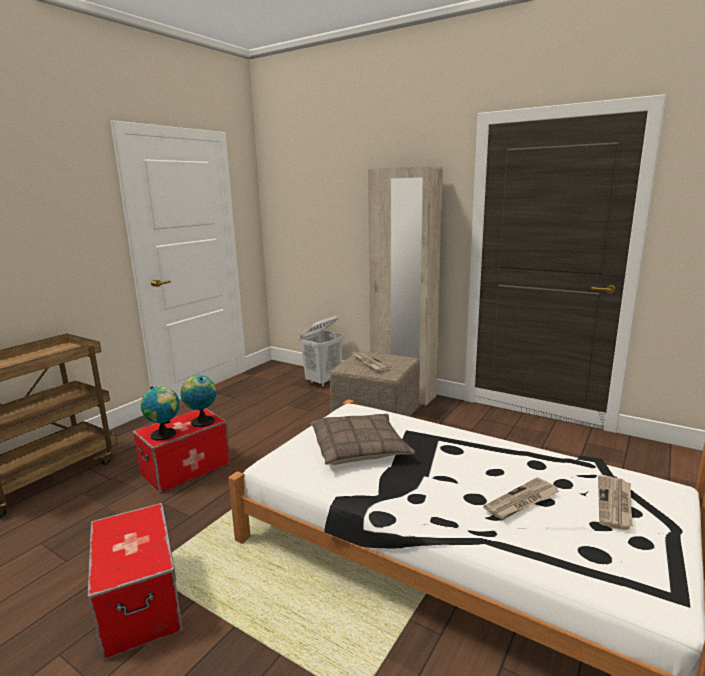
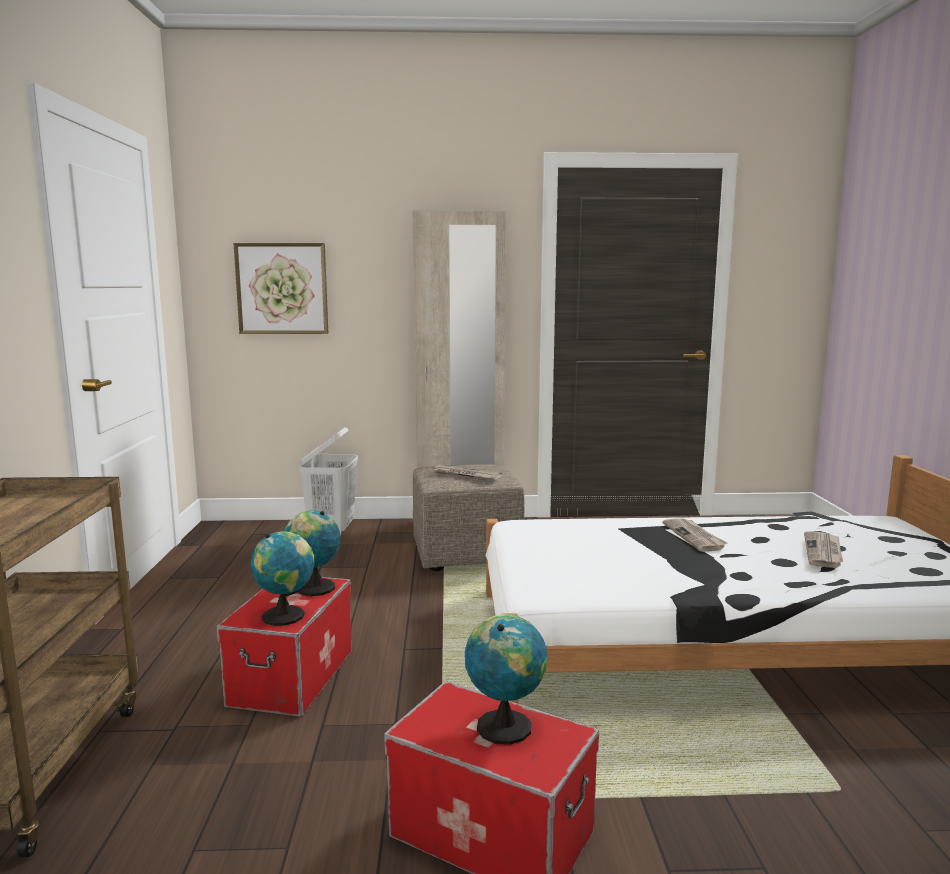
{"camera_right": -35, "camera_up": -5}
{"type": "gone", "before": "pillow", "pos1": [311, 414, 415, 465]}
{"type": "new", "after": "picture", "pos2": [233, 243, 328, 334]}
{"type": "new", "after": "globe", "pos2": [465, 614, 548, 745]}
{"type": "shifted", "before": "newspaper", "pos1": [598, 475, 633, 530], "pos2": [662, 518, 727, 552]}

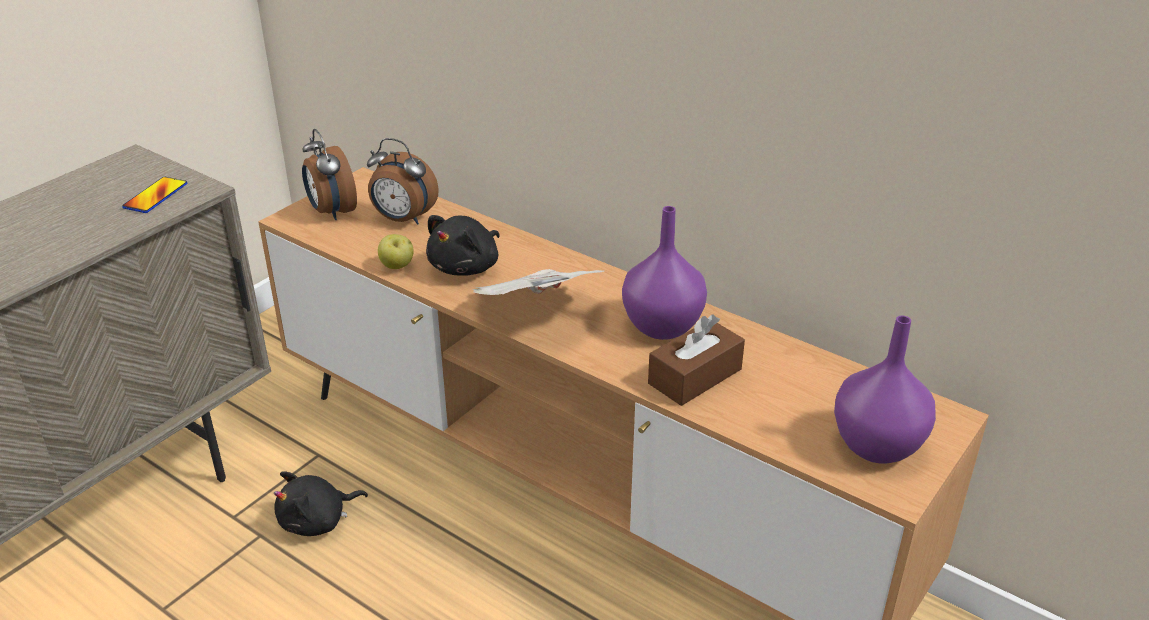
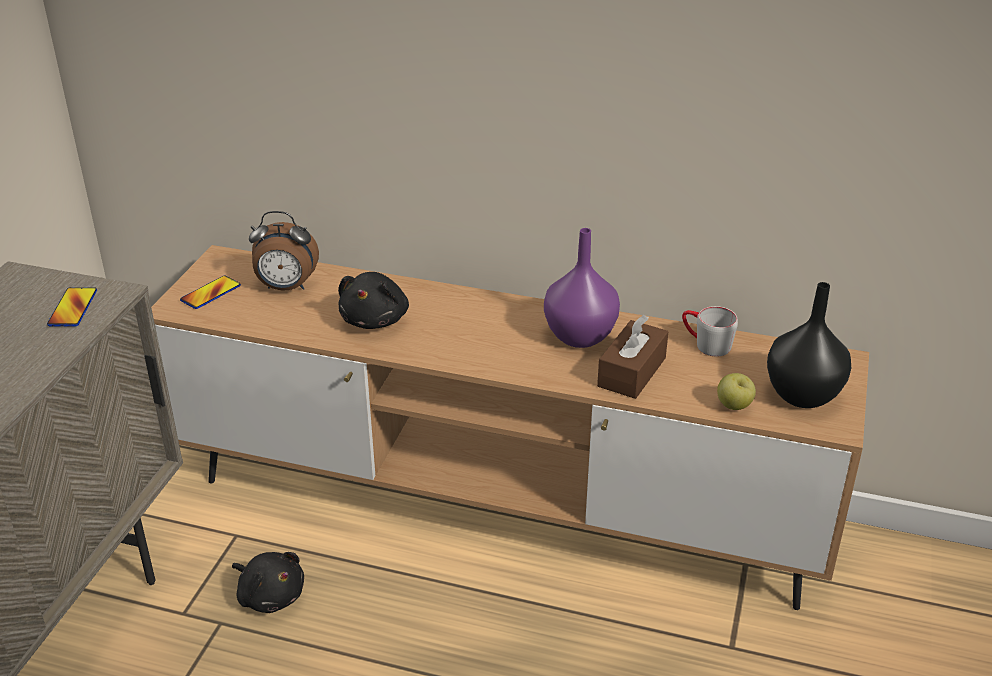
{"camera_right": -20, "camera_up": 0}
{"type": "gone", "before": "newspaper", "pos1": [473, 269, 603, 295]}
{"type": "new", "after": "grey mug", "pos2": [682, 306, 738, 356]}
{"type": "shifted", "before": "apple", "pos1": [378, 234, 414, 269], "pos2": [717, 373, 756, 410]}
{"type": "swapped", "before": "alarm clock", "after": "phone", "pos1": [302, 129, 357, 220], "pos2": [180, 276, 241, 309]}
{"type": "repainted", "before": "purple vase", "after": "black vase", "pos1": [834, 316, 936, 463], "pos2": [767, 282, 851, 408]}
{"type": "rotated", "before": "black plush toy", "pos1": [274, 471, 368, 536], "pos2": [232, 552, 304, 613], "turn": -90}

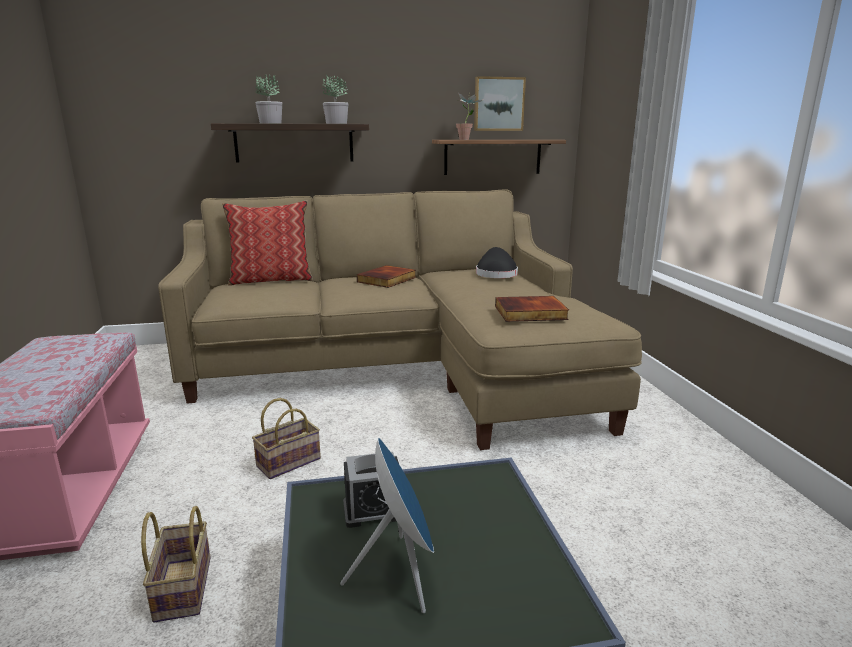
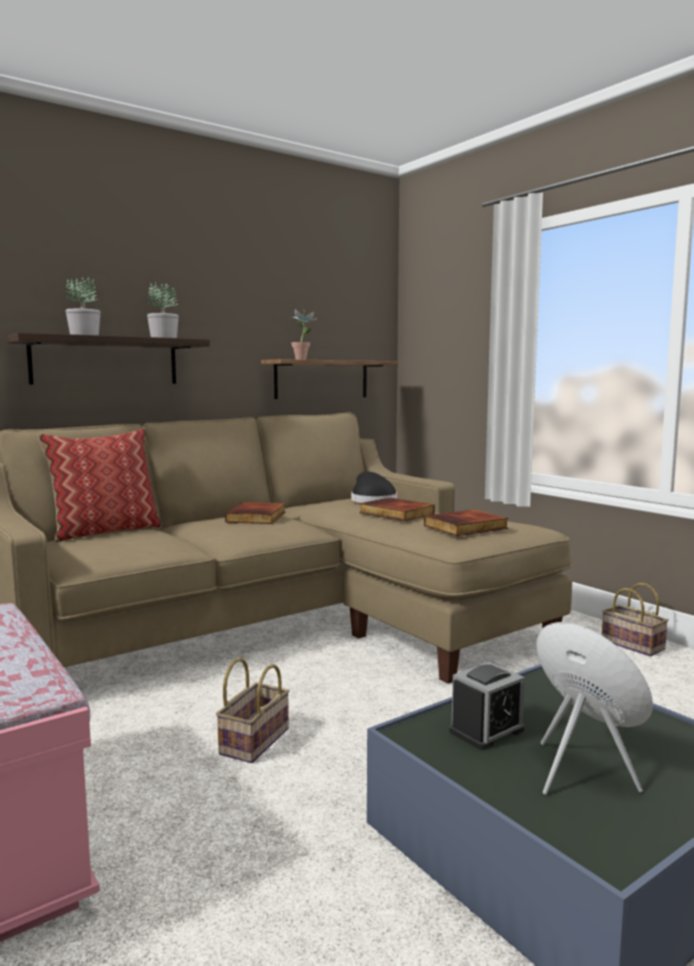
{"camera_right": -25, "camera_up": -10}
{"type": "gone", "before": "picture", "pos1": [474, 76, 526, 131]}
{"type": "new", "after": "book", "pos2": [359, 498, 435, 521]}
{"type": "shifted", "before": "basket", "pos1": [141, 506, 211, 623], "pos2": [602, 583, 668, 656]}

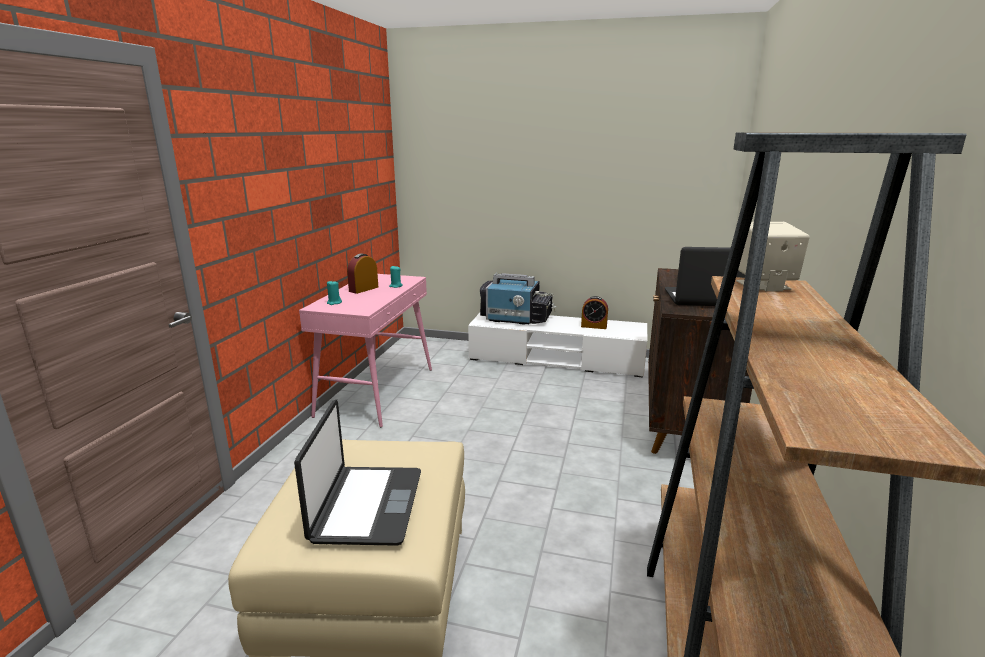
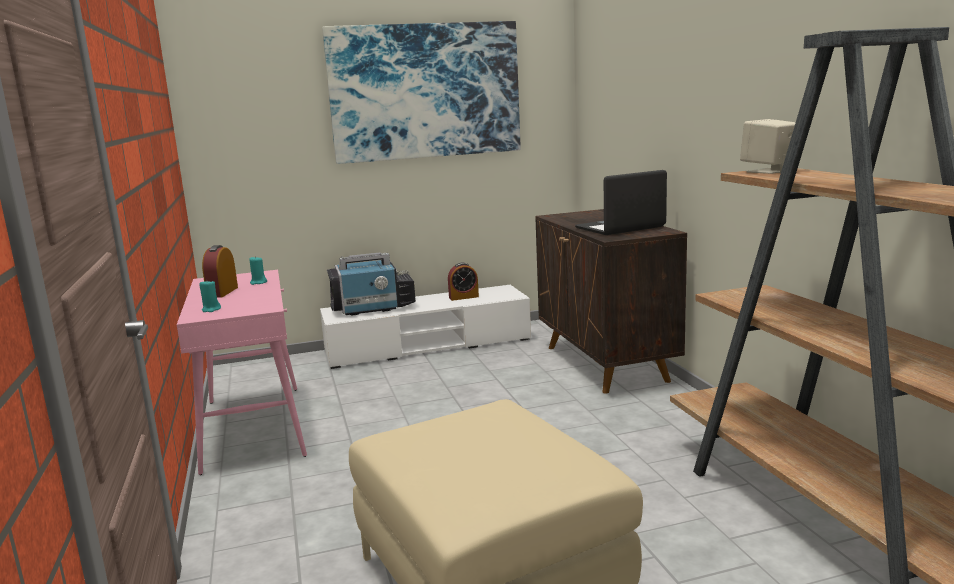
{"camera_right": -30, "camera_up": -5}
{"type": "gone", "before": "laptop", "pos1": [294, 400, 421, 546]}
{"type": "new", "after": "picture", "pos2": [322, 21, 521, 164]}

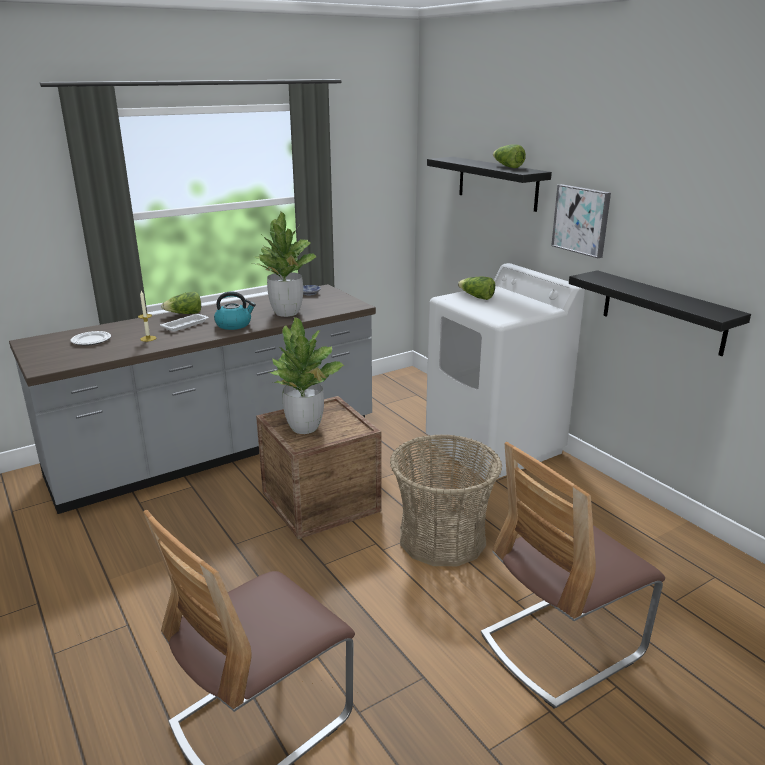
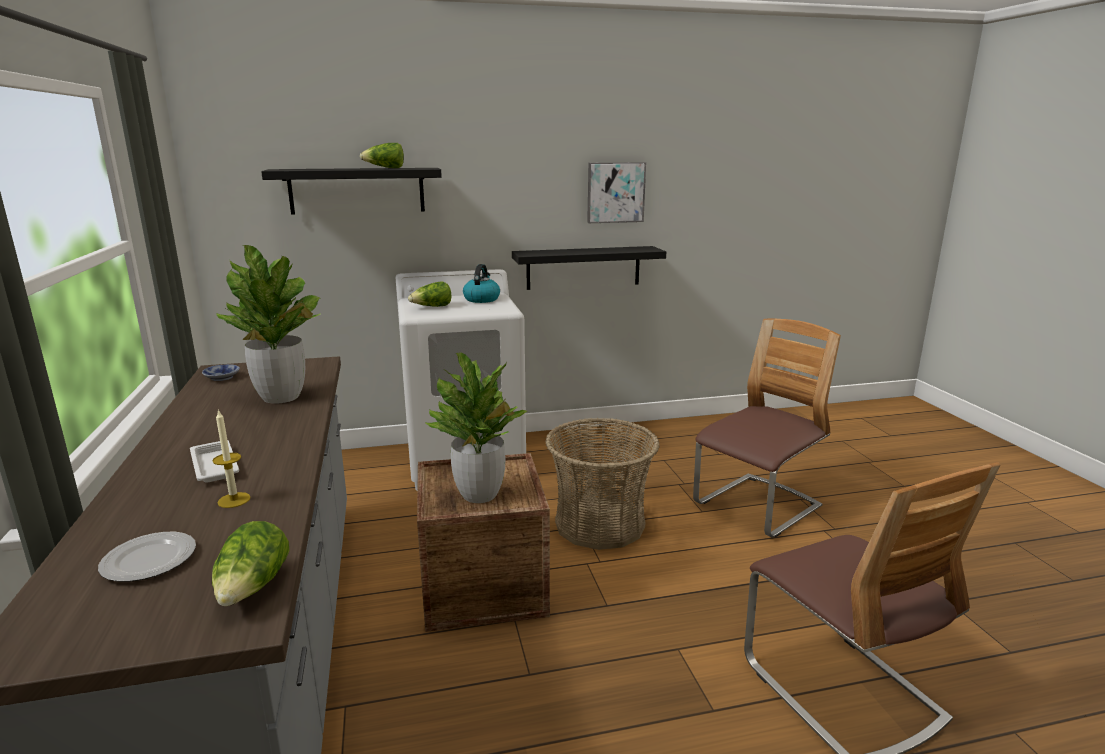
{"camera_right": -70, "camera_up": -5}
{"type": "shifted", "before": "lettuce", "pos1": [161, 292, 201, 314], "pos2": [212, 521, 289, 606]}
{"type": "shifted", "before": "kettle", "pos1": [214, 291, 256, 330], "pos2": [463, 264, 500, 303]}
{"type": "shifted", "before": "picture", "pos1": [551, 184, 611, 258], "pos2": [587, 162, 646, 223]}
{"type": "rotated", "before": "chair", "pos1": [481, 442, 665, 709], "pos2": [693, 319, 841, 538], "turn": -120}

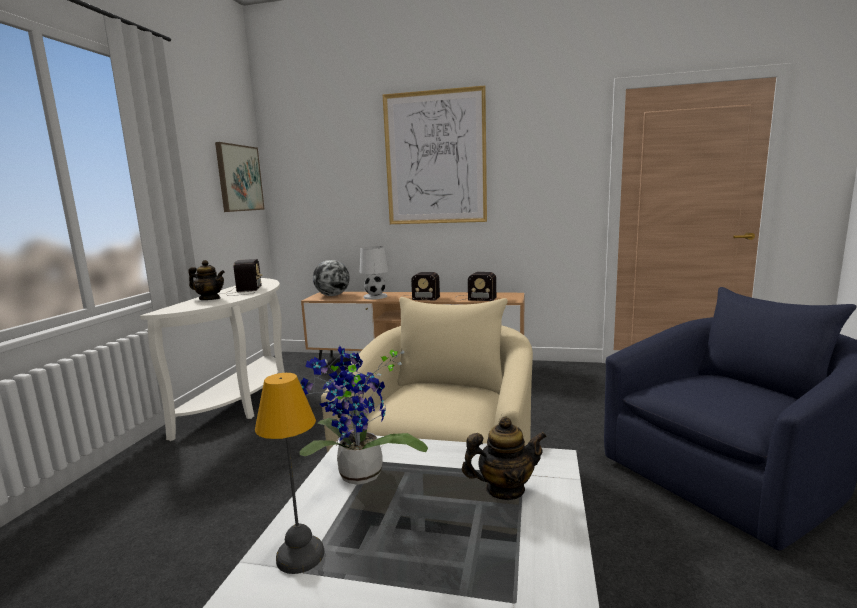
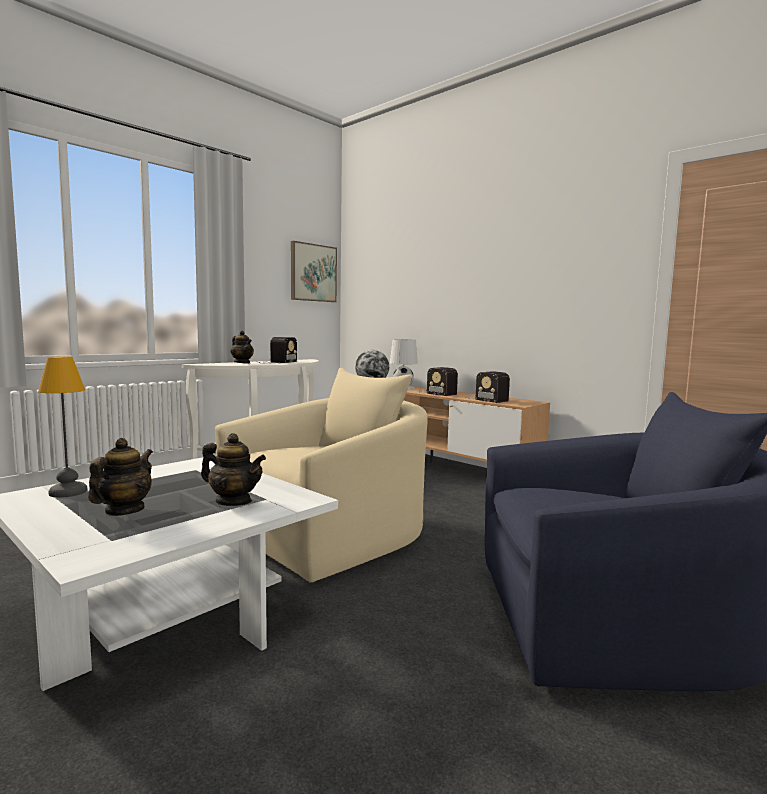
{"camera_right": 30, "camera_up": -5}
{"type": "gone", "before": "potted plant", "pos1": [300, 346, 428, 485]}
{"type": "gone", "before": "picture", "pos1": [382, 86, 487, 224]}
{"type": "new", "after": "teapot", "pos2": [88, 438, 153, 516]}

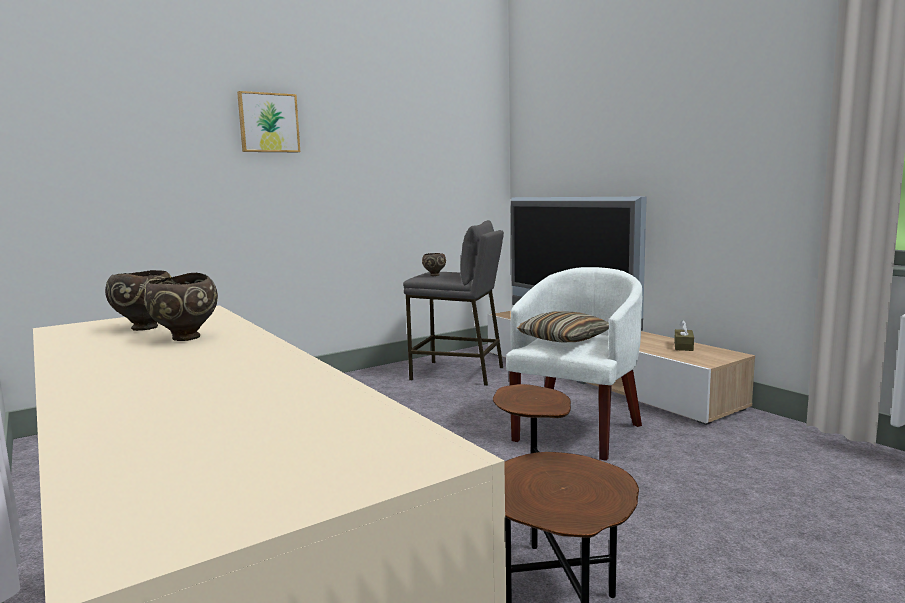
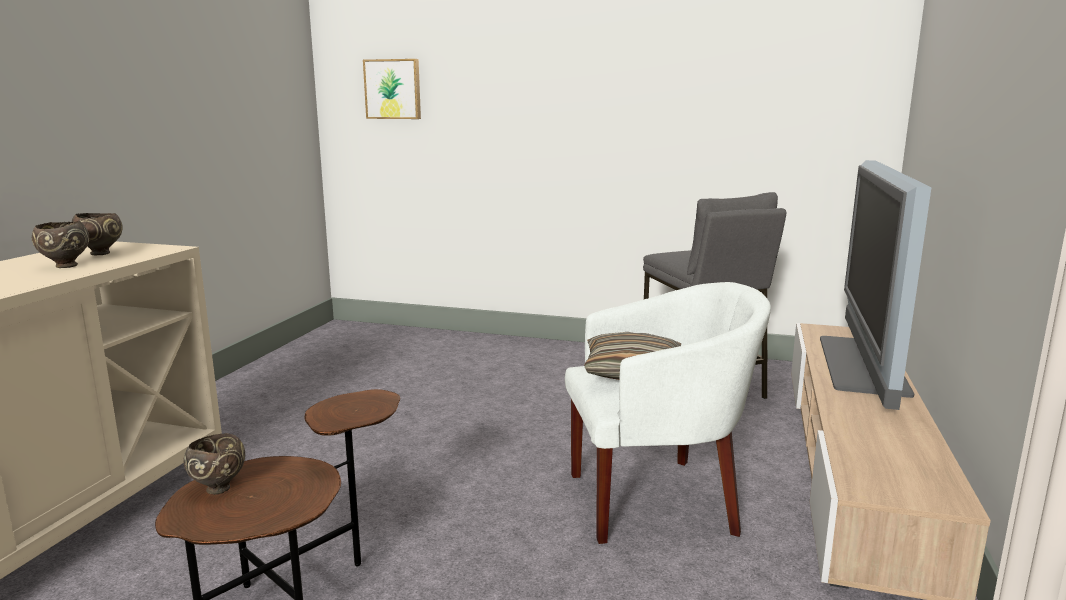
{"camera_right": 50, "camera_up": 5}
{"type": "gone", "before": "brown tissue box", "pos1": [674, 320, 694, 351]}
{"type": "shifted", "before": "picture", "pos1": [237, 91, 300, 152], "pos2": [363, 59, 421, 119]}
{"type": "shifted", "before": "brown bowl", "pos1": [422, 253, 446, 276], "pos2": [184, 433, 245, 495]}

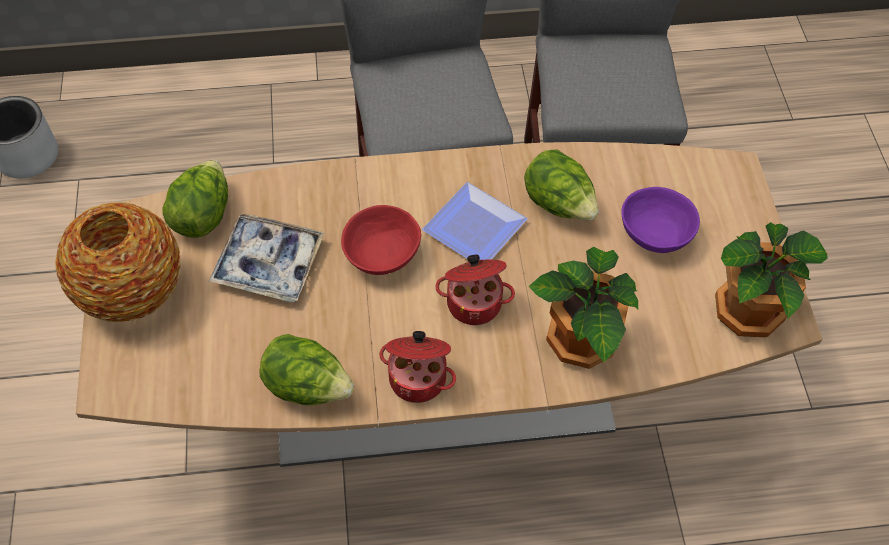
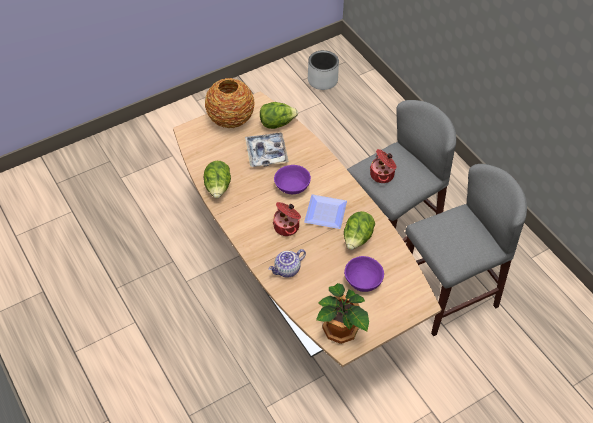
{"camera_right": 65, "camera_up": -5}
{"type": "shifted", "before": "cooking pot", "pos1": [380, 331, 456, 403], "pos2": [370, 149, 397, 183]}
{"type": "swapped", "before": "potted plant", "after": "teapot", "pos1": [529, 247, 638, 369], "pos2": [268, 249, 306, 278]}
{"type": "repainted", "before": "red bowl", "after": "purple bowl", "pos1": [341, 205, 421, 275], "pos2": [274, 165, 311, 194]}

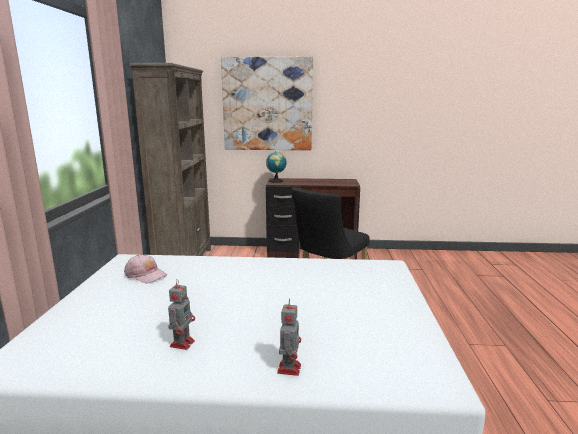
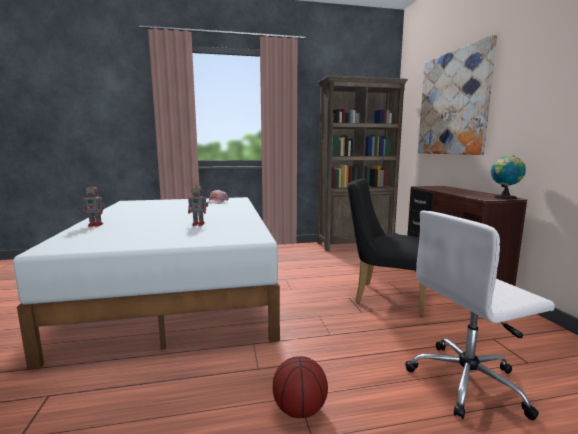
{"camera_right": 75, "camera_up": -5}
{"type": "new", "after": "basketball", "pos2": [273, 356, 328, 418]}
{"type": "new", "after": "white office chair", "pos2": [405, 211, 555, 420]}
{"type": "shifted", "before": "toy robot", "pos1": [168, 279, 195, 350], "pos2": [188, 182, 208, 226]}
{"type": "shifted", "before": "globe", "pos1": [266, 151, 287, 183], "pos2": [491, 155, 526, 199]}

